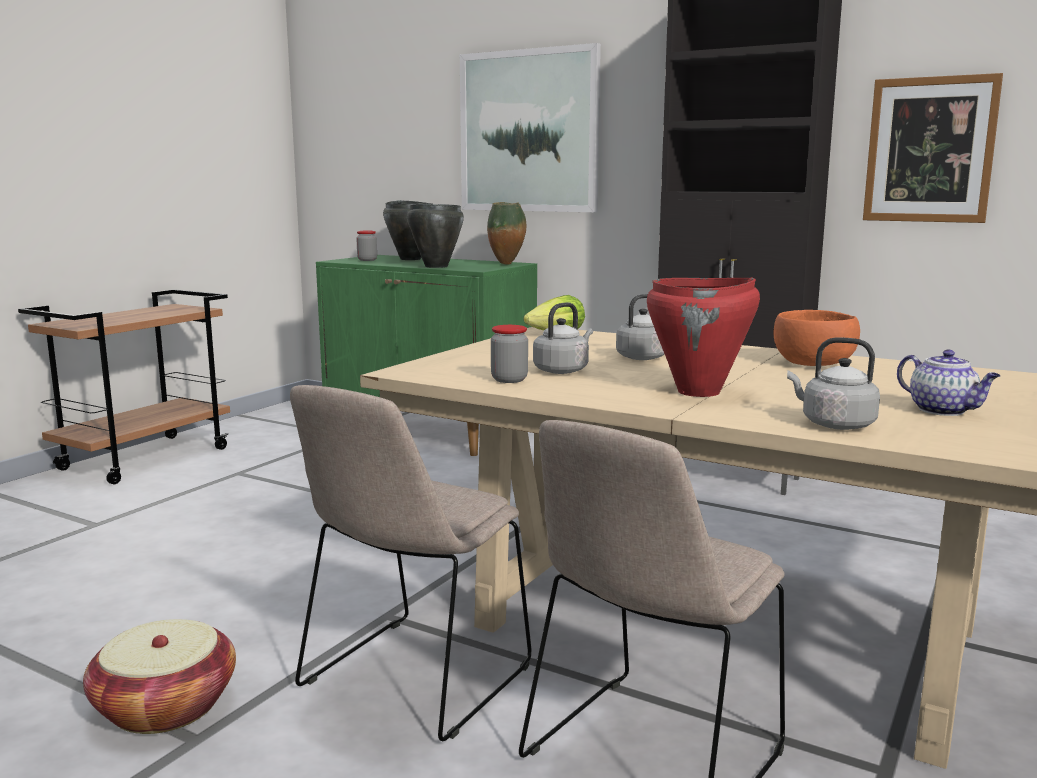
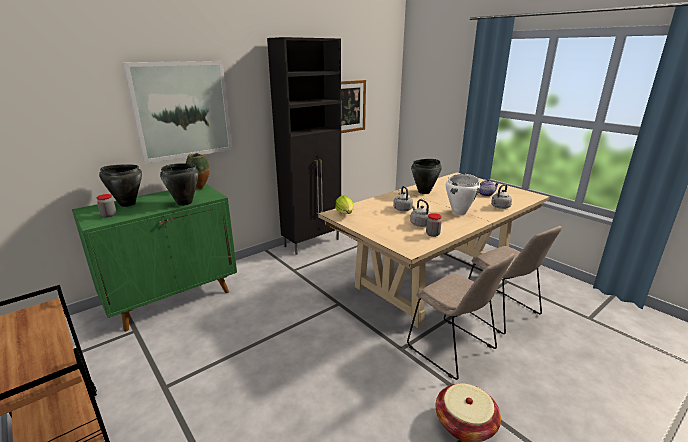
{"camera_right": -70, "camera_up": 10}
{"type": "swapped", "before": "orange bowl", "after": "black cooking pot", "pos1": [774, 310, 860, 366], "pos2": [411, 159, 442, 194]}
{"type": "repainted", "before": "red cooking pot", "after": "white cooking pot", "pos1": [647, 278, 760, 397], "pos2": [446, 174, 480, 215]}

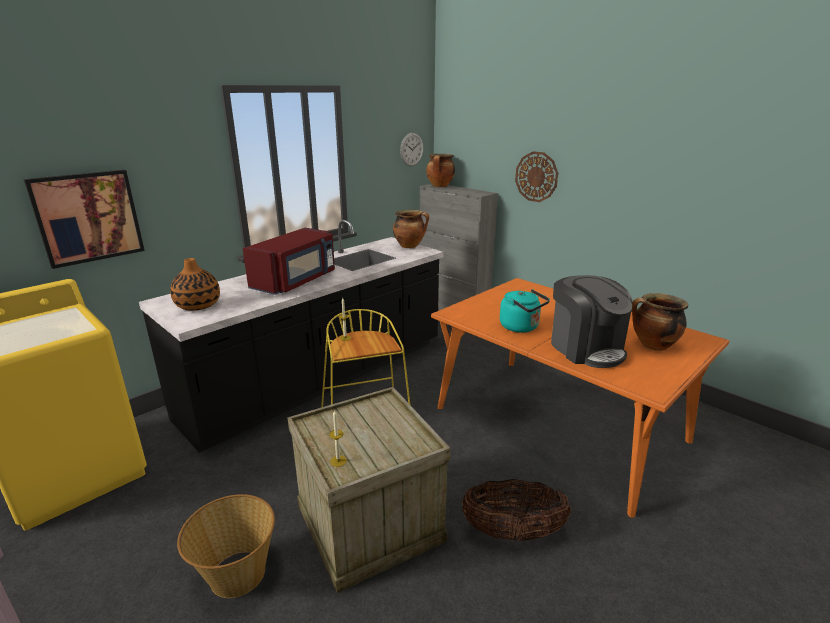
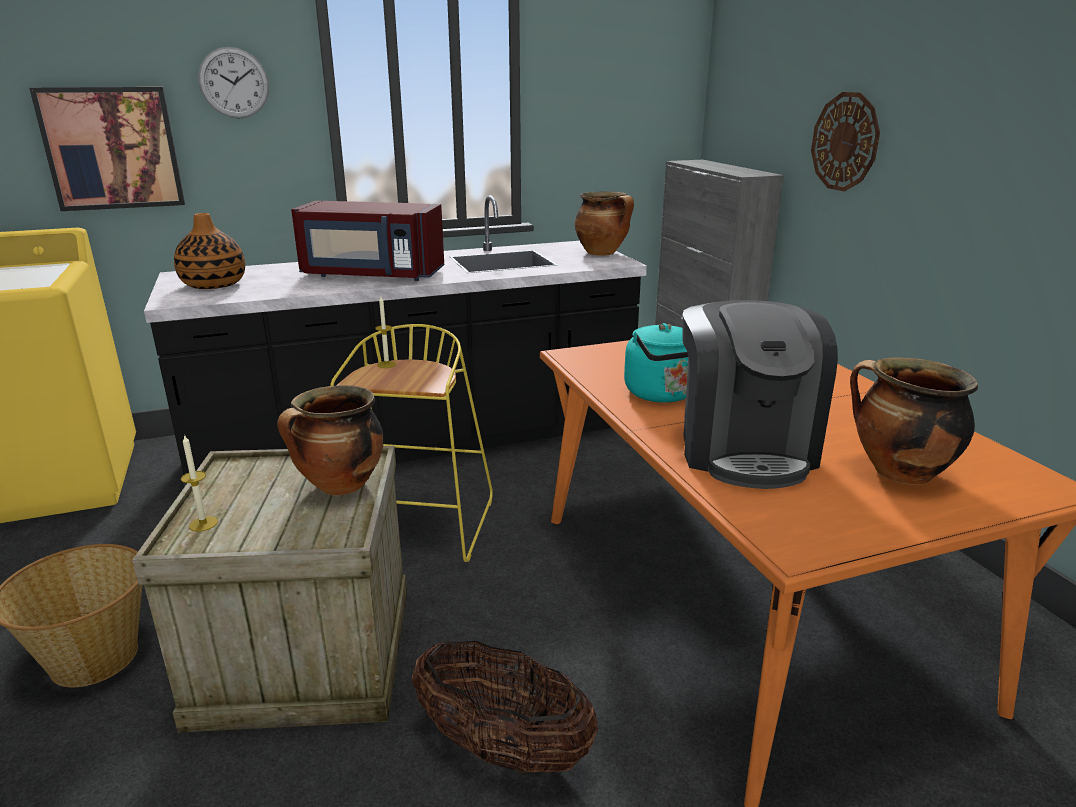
{"camera_right": 25, "camera_up": 0}
{"type": "shifted", "before": "wall clock", "pos1": [400, 133, 423, 166], "pos2": [198, 47, 269, 119]}
{"type": "shifted", "before": "cooking pot", "pos1": [426, 154, 455, 187], "pos2": [277, 385, 383, 496]}
{"type": "rotated", "before": "red microwave", "pos1": [243, 228, 335, 295], "pos2": [291, 201, 444, 281], "turn": 45}

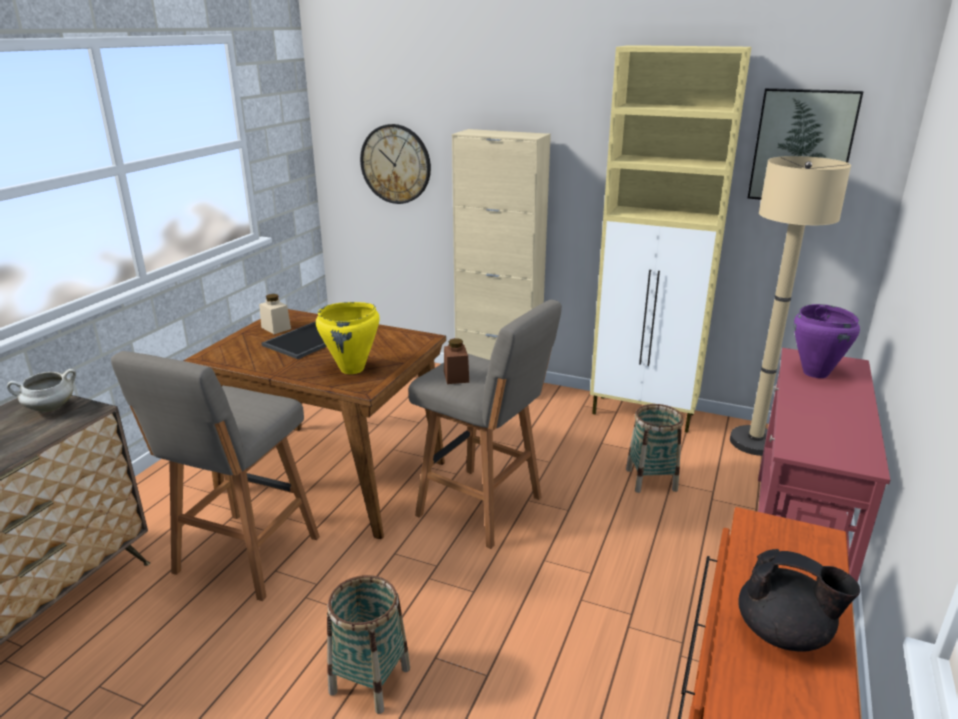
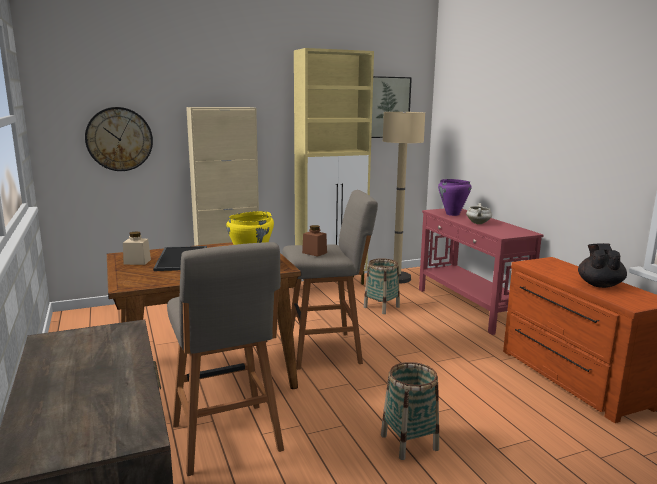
{"camera_right": -45, "camera_up": -10}
{"type": "shifted", "before": "white cooking pot", "pos1": [7, 369, 76, 412], "pos2": [466, 203, 492, 224]}
{"type": "rotated", "before": "black teapot", "pos1": [738, 549, 860, 652], "pos2": [578, 243, 627, 288], "turn": -60}

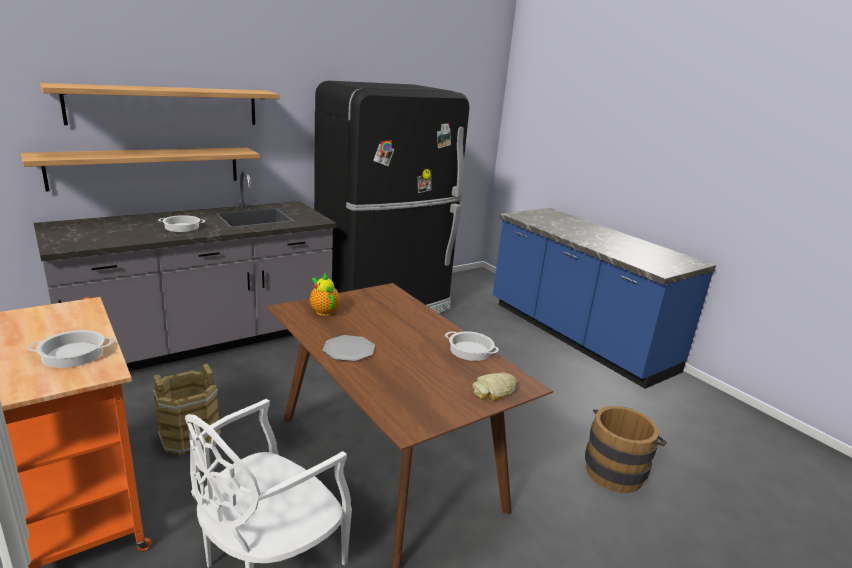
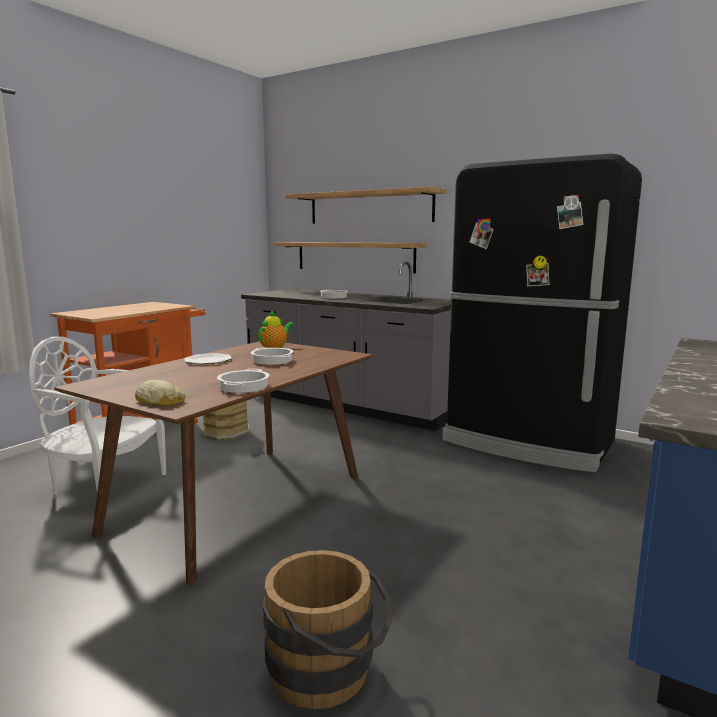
{"camera_right": 70, "camera_up": -10}
{"type": "shifted", "before": "cooking pot", "pos1": [28, 330, 114, 368], "pos2": [251, 347, 294, 365]}

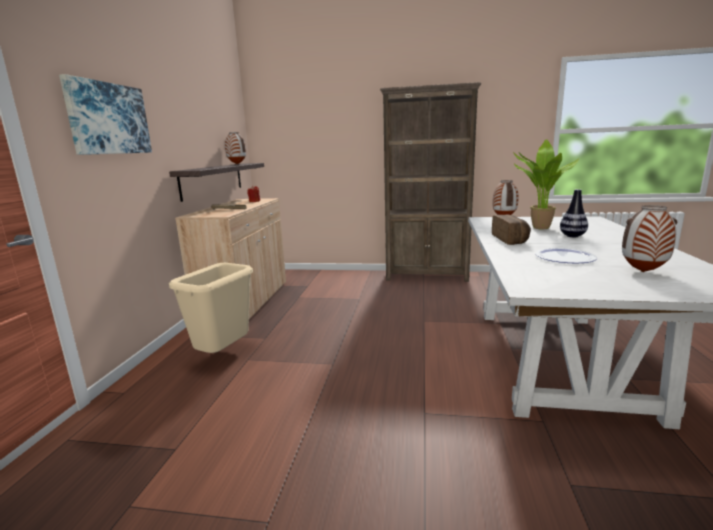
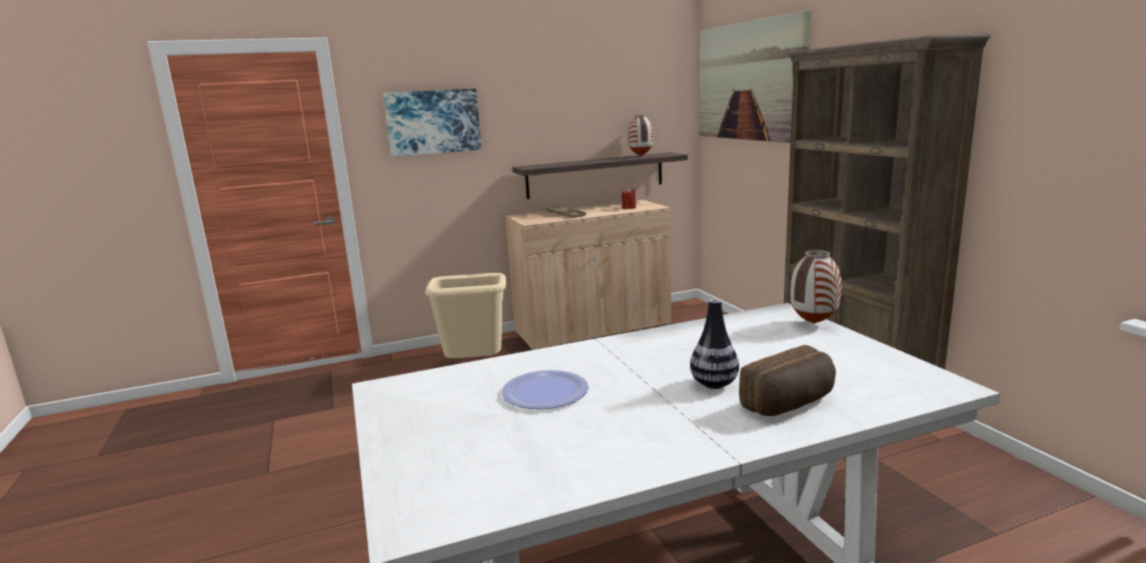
{"camera_right": 60, "camera_up": 0}
{"type": "gone", "before": "potted plant", "pos1": [513, 139, 579, 230]}
{"type": "gone", "before": "vase", "pos1": [622, 205, 677, 272]}
{"type": "new", "after": "picture", "pos2": [699, 10, 811, 143]}
{"type": "shifted", "before": "bread", "pos1": [492, 214, 531, 245], "pos2": [739, 345, 836, 416]}

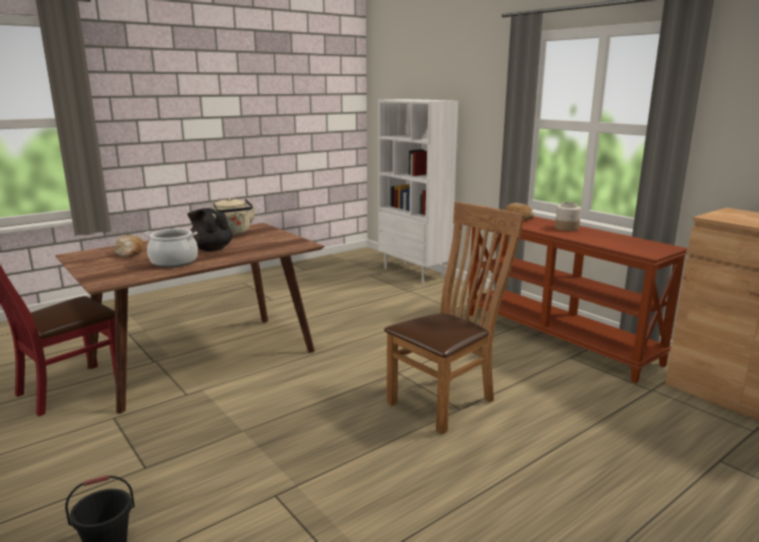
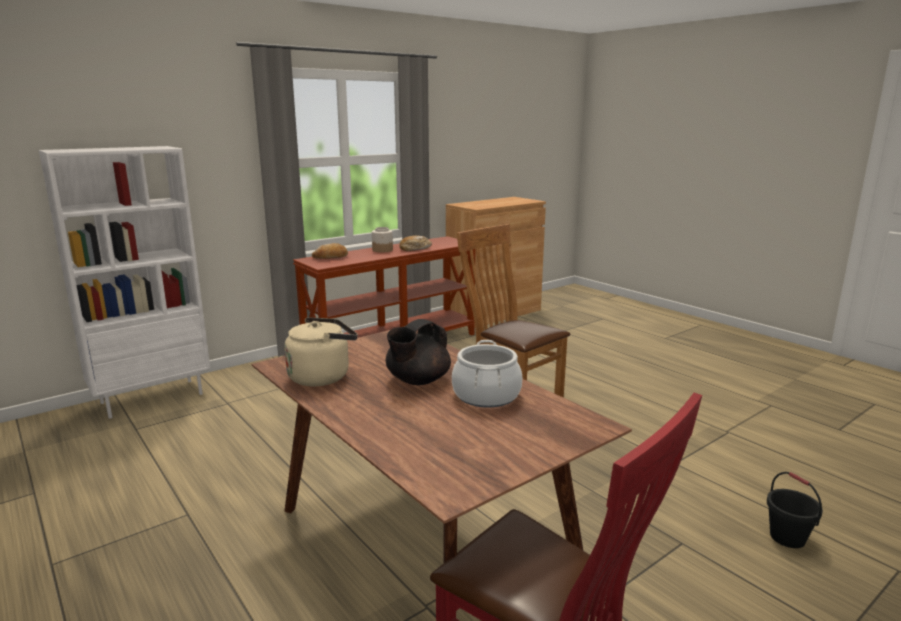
{"camera_right": -90, "camera_up": 0}
{"type": "shifted", "before": "bread", "pos1": [114, 235, 144, 257], "pos2": [399, 236, 432, 251]}

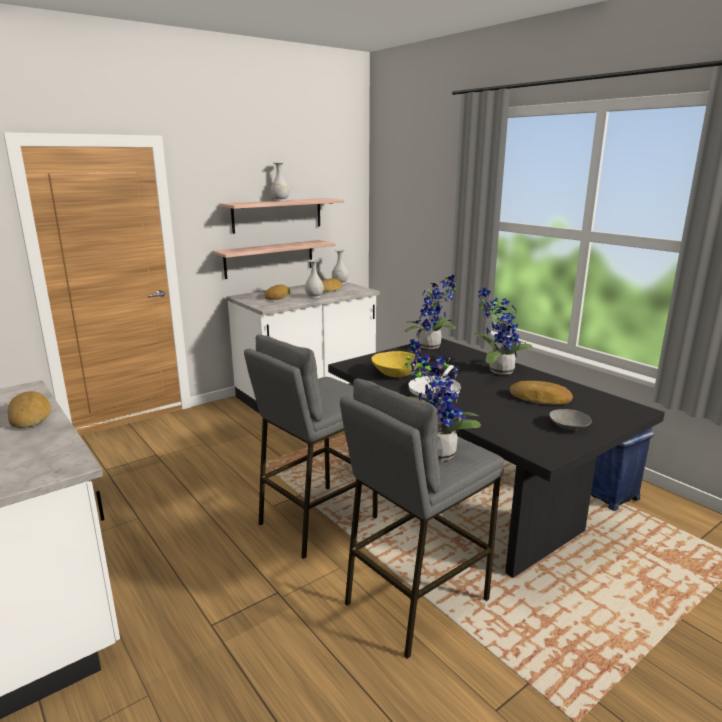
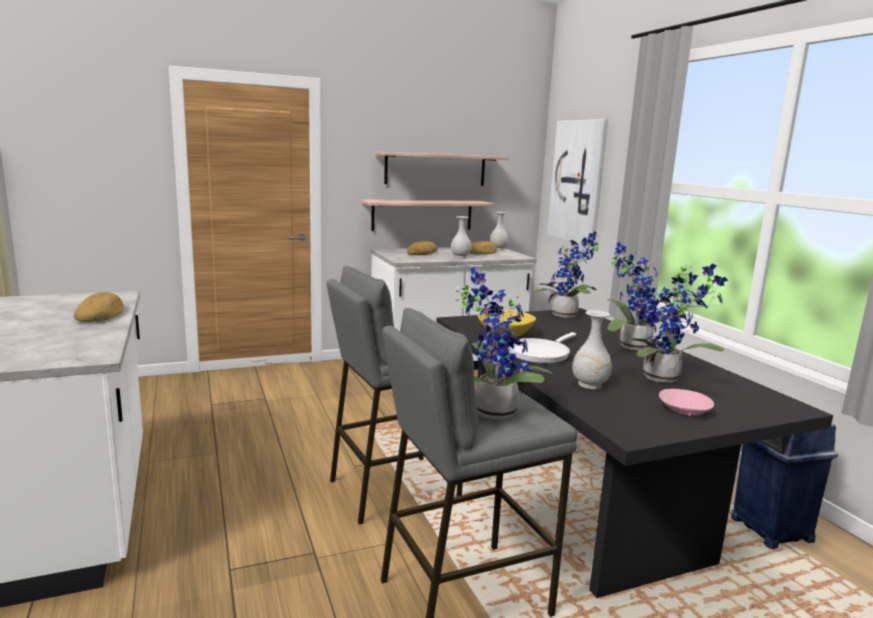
{"camera_right": 15, "camera_up": -5}
{"type": "new", "after": "picture", "pos2": [547, 119, 608, 246]}
{"type": "shifted", "before": "white vase", "pos1": [270, 163, 289, 201], "pos2": [572, 310, 612, 389]}
{"type": "swapped", "before": "bread", "after": "potted plant", "pos1": [510, 381, 573, 405], "pos2": [627, 264, 728, 383]}
{"type": "repainted", "before": "grey bowl", "after": "pink bowl", "pos1": [549, 409, 592, 431], "pos2": [659, 389, 714, 416]}

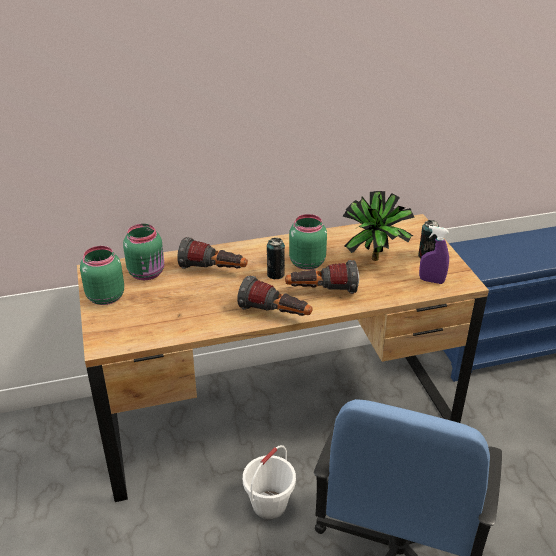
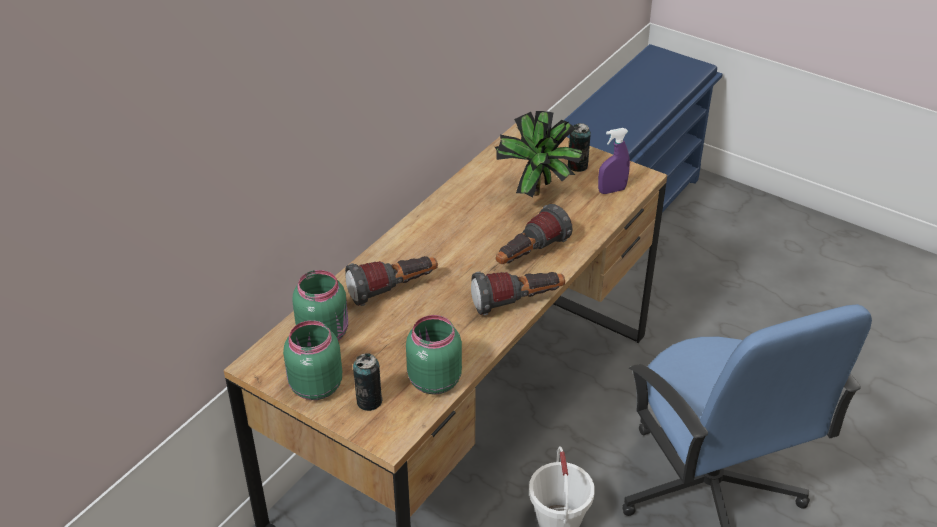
{"camera_right": -40, "camera_up": 5}
{"type": "shifted", "before": "can", "pos1": [267, 238, 285, 279], "pos2": [353, 353, 383, 411]}
{"type": "shifted", "before": "green jar", "pos1": [289, 214, 327, 270], "pos2": [406, 315, 462, 395]}

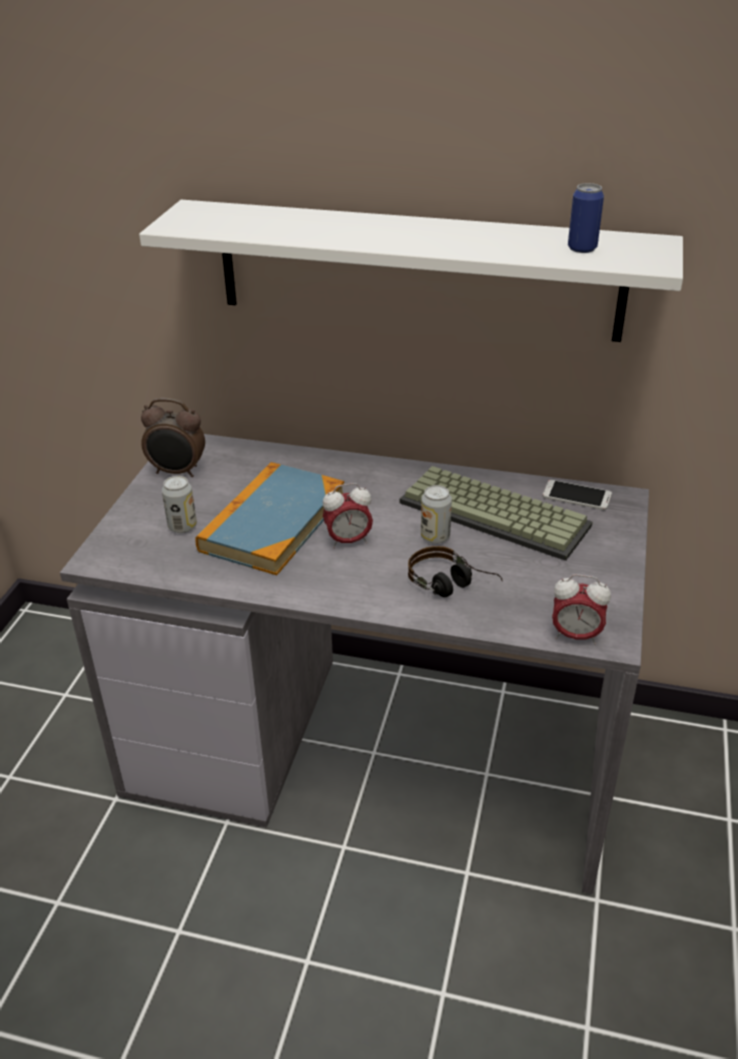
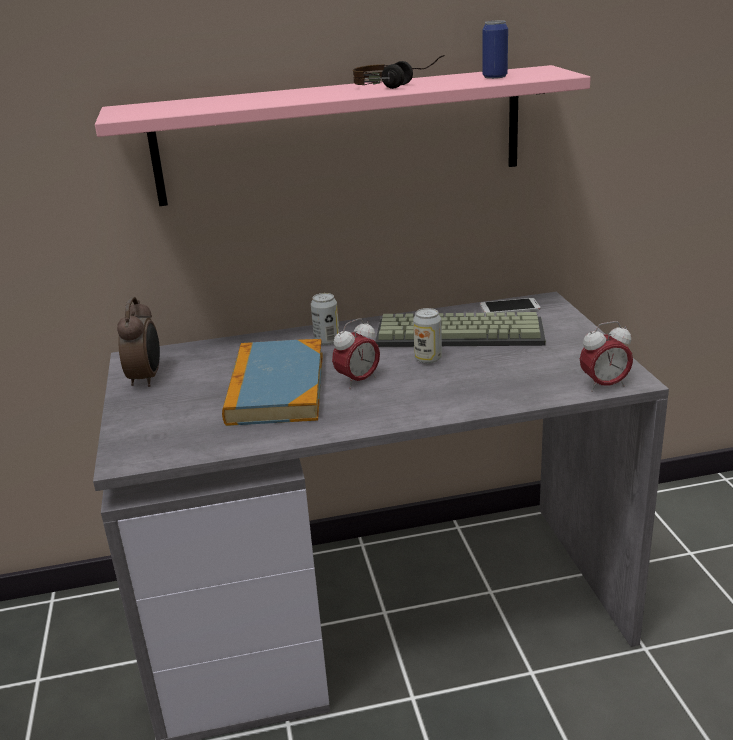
{"camera_right": -25, "camera_up": -10}
{"type": "shifted", "before": "can", "pos1": [162, 476, 197, 533], "pos2": [311, 293, 339, 345]}
{"type": "shifted", "before": "headphones", "pos1": [408, 546, 503, 597], "pos2": [353, 55, 444, 89]}
{"type": "repainted", "before": "white shelf", "after": "pink shelf", "pos1": [139, 200, 683, 342], "pos2": [95, 65, 591, 206]}
{"type": "rotated", "before": "alarm clock", "pos1": [141, 398, 205, 477], "pos2": [117, 297, 160, 387], "turn": -75}

